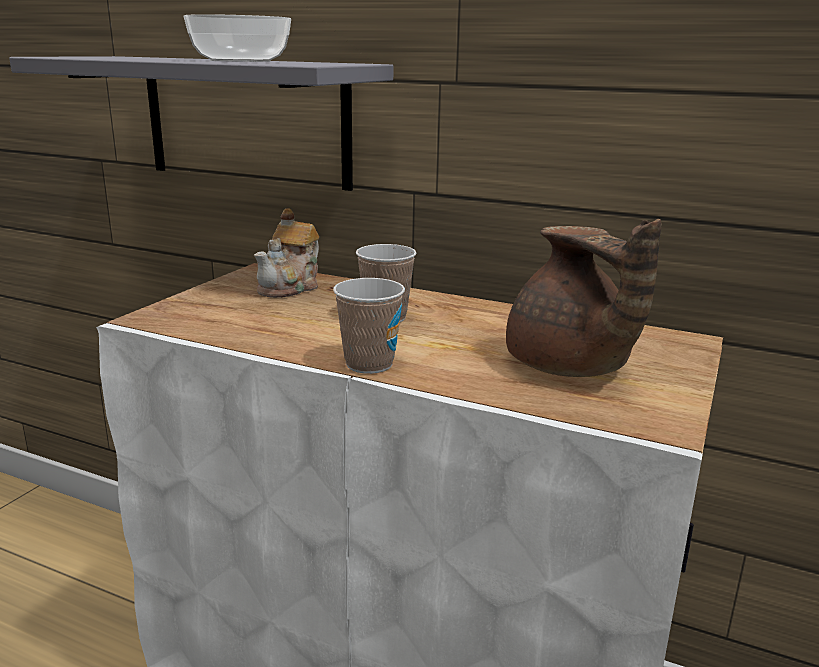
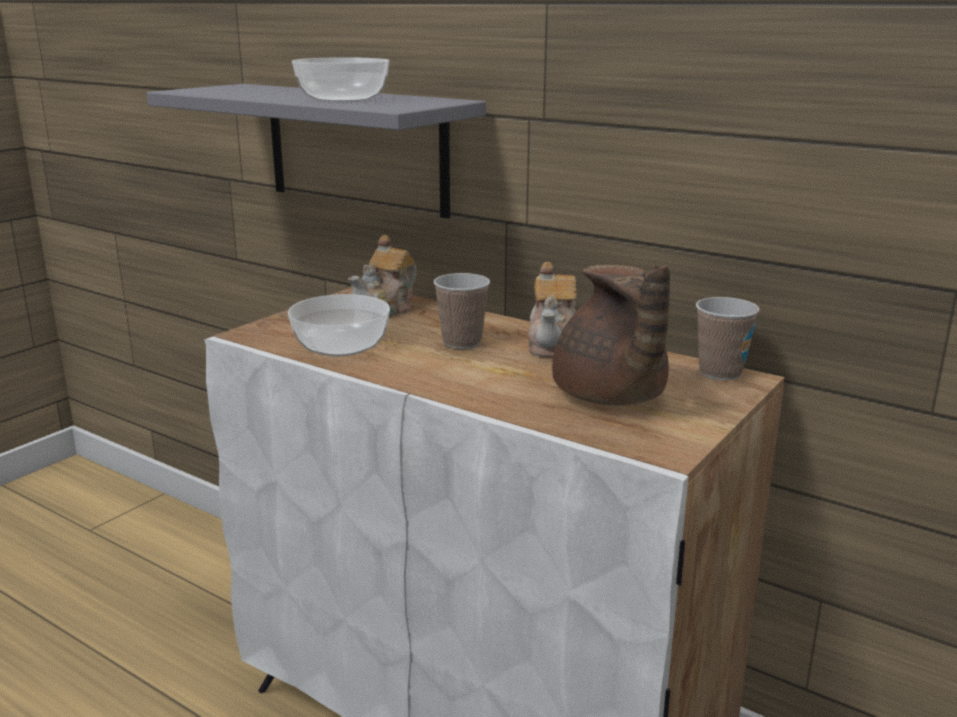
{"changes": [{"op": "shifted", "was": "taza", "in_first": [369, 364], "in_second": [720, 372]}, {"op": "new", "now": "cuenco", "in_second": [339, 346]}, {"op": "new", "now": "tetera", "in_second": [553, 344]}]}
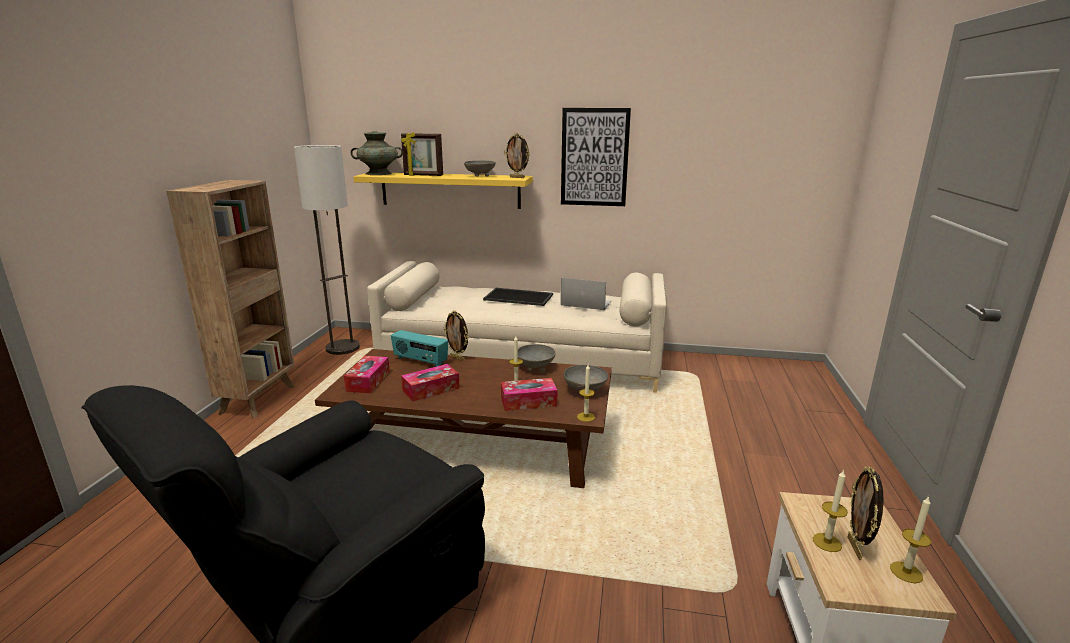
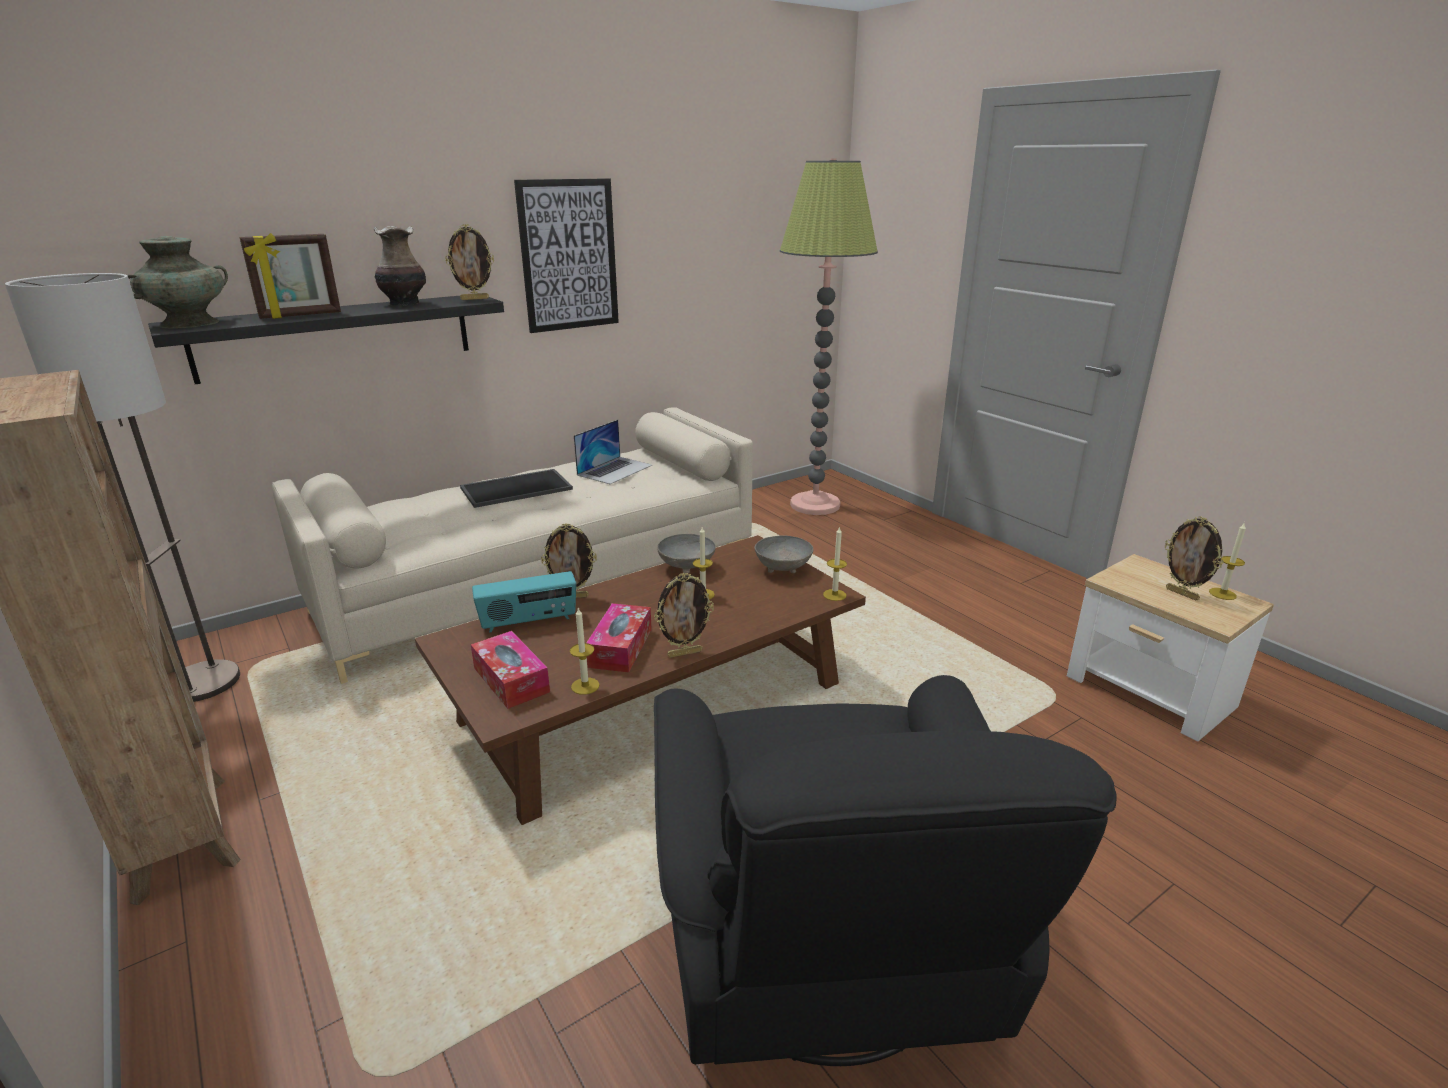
{"changes": [{"op": "repainted", "was": "estante/amarillo", "now": "estante/negro", "in_first": [450, 190], "in_second": [336, 336]}, {"op": "swapped", "was": "cuenco/gris", "now": "florero", "in_first": [479, 176], "in_second": [404, 304]}, {"op": "gone", "was": "caja de pañuelos", "in_first": [528, 402]}, {"op": "rotated", "was": "portátil", "in_first": [586, 303], "in_second": [615, 470], "clockwise": 150}, {"op": "shifted", "was": "vela", "in_first": [827, 542], "in_second": [585, 686]}, {"op": "new", "now": "portarretratos", "in_second": [684, 653]}, {"op": "new", "now": "lámpara de pie", "in_second": [815, 505]}]}
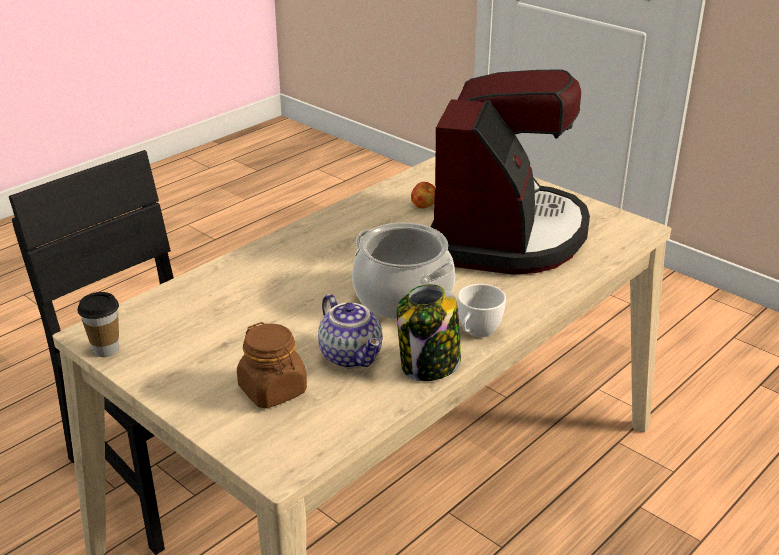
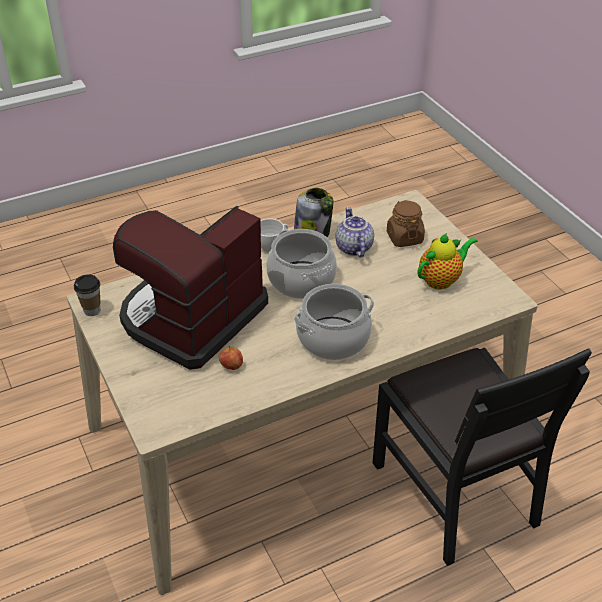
{"changes": [{"op": "shifted", "was": "taza", "in_first": [106, 350], "in_second": [92, 310]}, {"op": "new", "now": "olla", "in_second": [333, 338]}, {"op": "new", "now": "tetera", "in_second": [441, 280]}]}
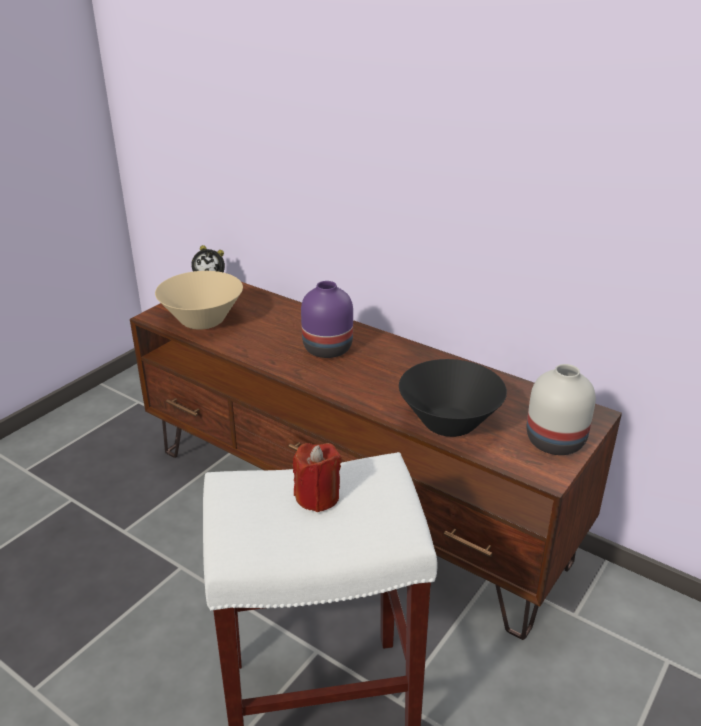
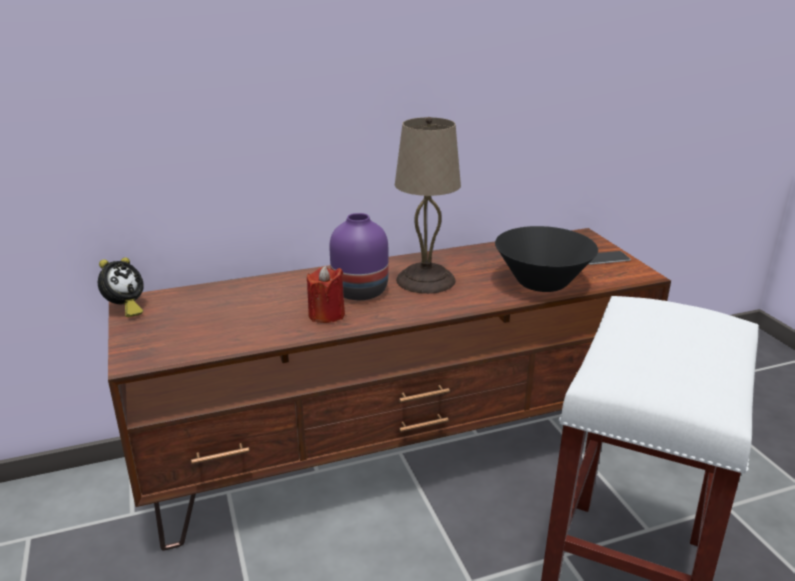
{"changes": [{"op": "gone", "was": "cuenco/beis", "in_first": [202, 321]}, {"op": "shifted", "was": "vela/rojo", "in_first": [317, 497], "in_second": [326, 315]}, {"op": "swapped", "was": "florero/blanco", "now": "móvil", "in_first": [555, 442], "in_second": [605, 258]}, {"op": "new", "now": "lámpara de mesa/beis", "in_second": [427, 280]}]}
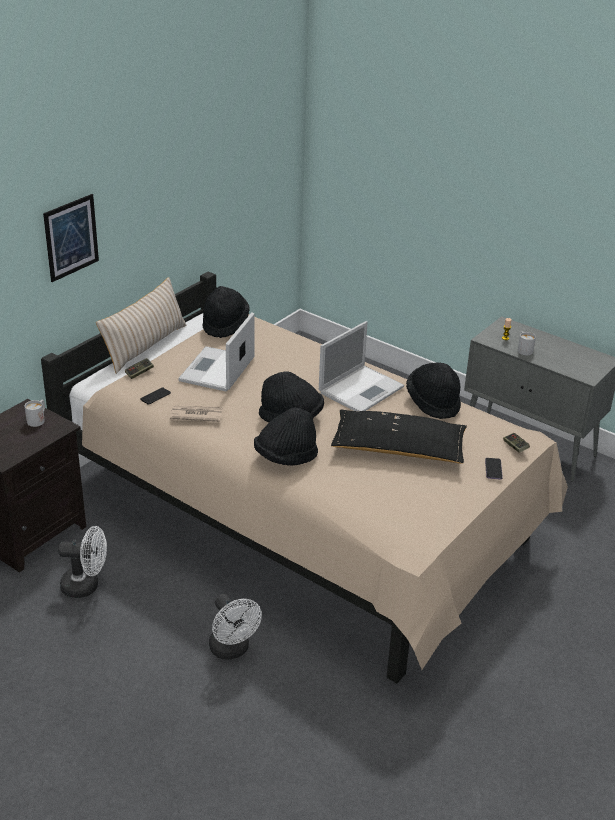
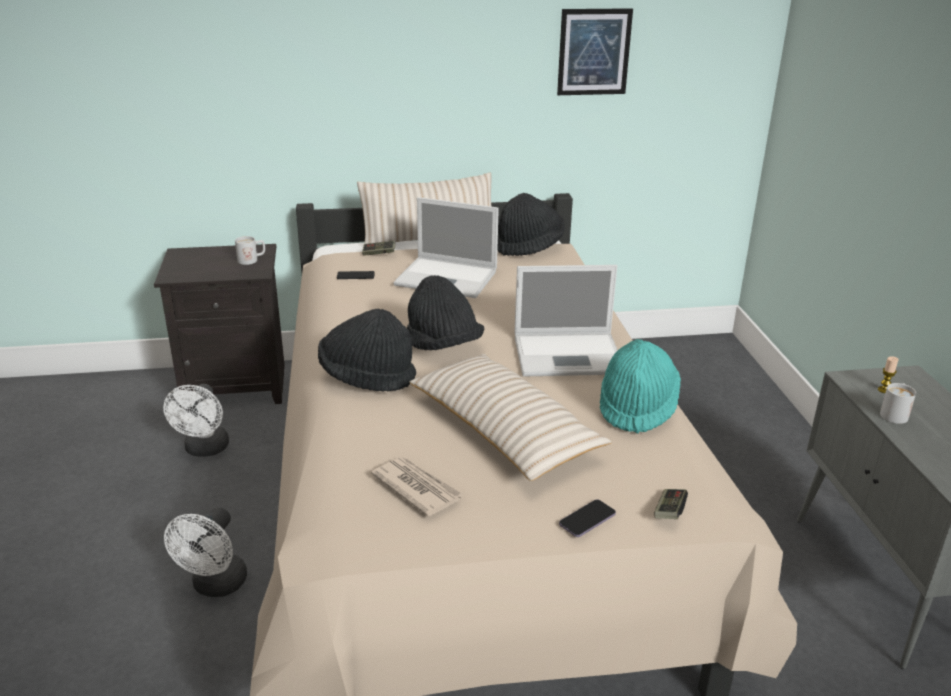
{"changes": [{"op": "shifted", "was": "cuadro", "in_first": [71, 237], "in_second": [594, 52]}, {"op": "rotated", "was": "ventilador/blanco", "in_first": [86, 586], "in_second": [205, 450], "clockwise": 45}, {"op": "shifted", "was": "periódico", "in_first": [196, 415], "in_second": [417, 488]}, {"op": "rotated", "was": "portátil", "in_first": [217, 371], "in_second": [448, 278], "clockwise": -135}, {"op": "repainted", "was": "cojín/negro", "now": "cojín/beis", "in_first": [398, 448], "in_second": [504, 431]}, {"op": "repainted", "was": "sombrero/negro", "now": "sombrero/turquesa", "in_first": [433, 402], "in_second": [637, 406]}]}
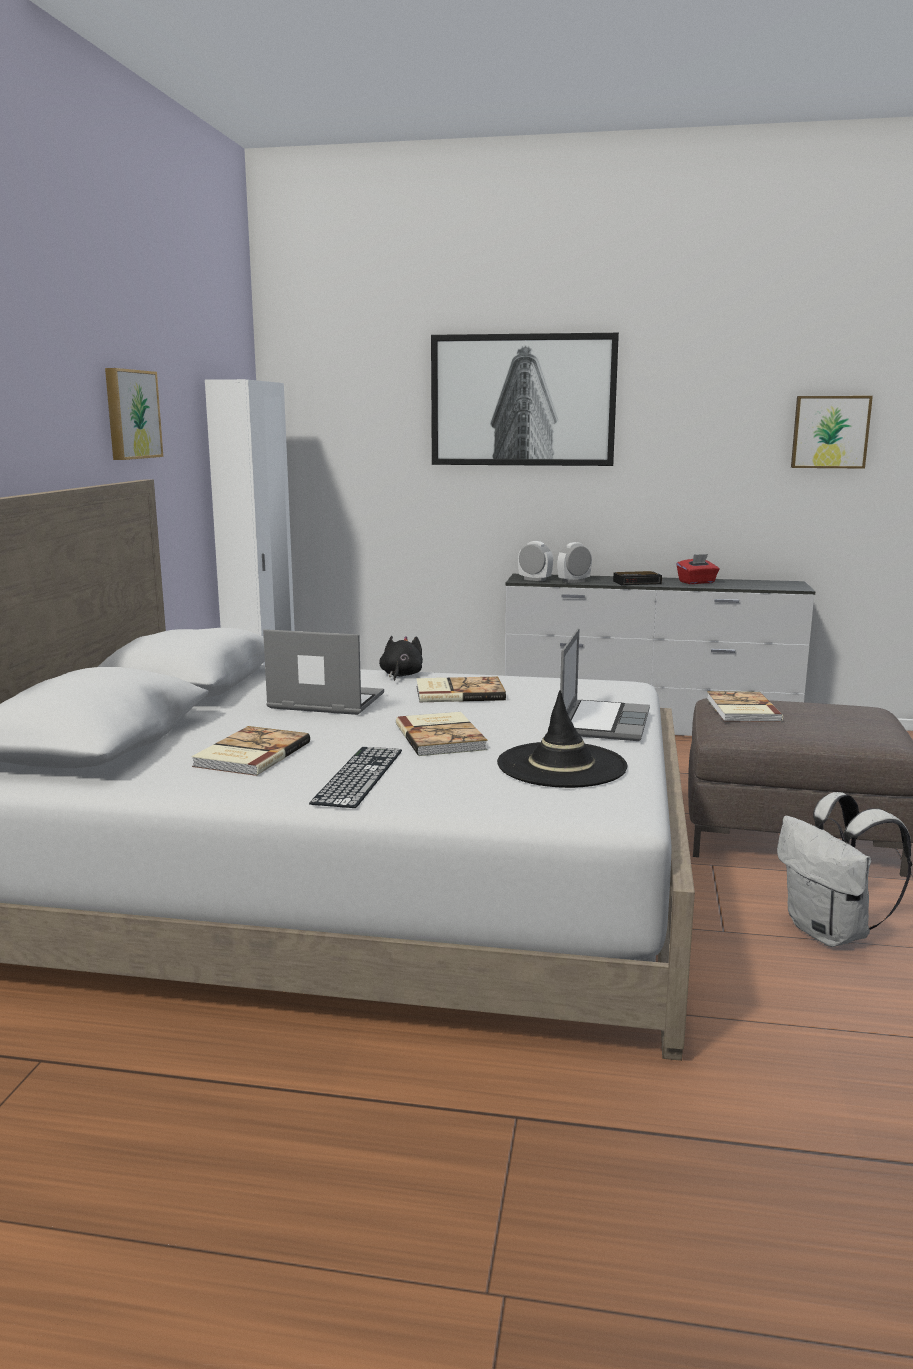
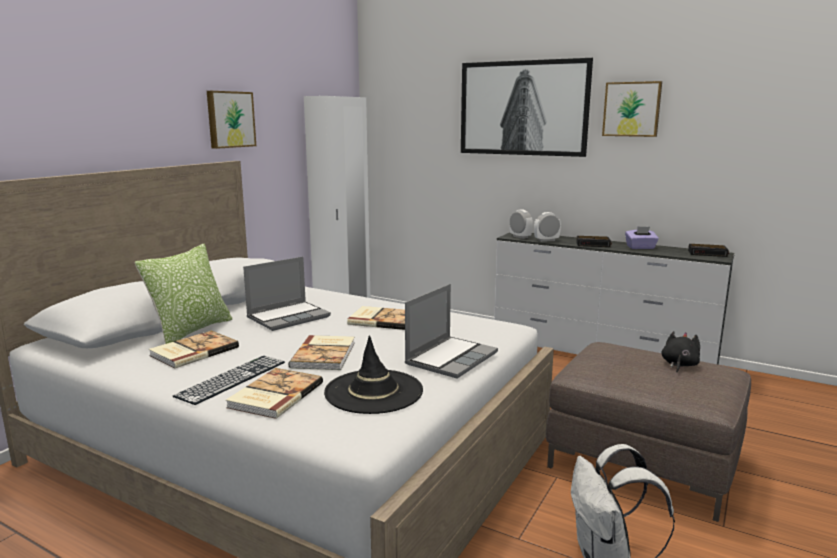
{"changes": [{"op": "rotated", "was": "portátil", "in_first": [324, 702], "in_second": [289, 317], "clockwise": 105}, {"op": "shifted", "was": "peluche/negro", "in_first": [400, 675], "in_second": [679, 365]}, {"op": "repainted", "was": "caja de pañuelos/rojo", "now": "caja de pañuelos/morado", "in_first": [697, 582], "in_second": [640, 247]}, {"op": "shifted", "was": "libro", "in_first": [741, 710], "in_second": [274, 395]}, {"op": "shifted", "was": "cuadro", "in_first": [830, 432], "in_second": [632, 109]}, {"op": "new", "now": "cojín", "in_second": [191, 331]}, {"op": "new", "now": "despertador", "in_second": [708, 253]}]}
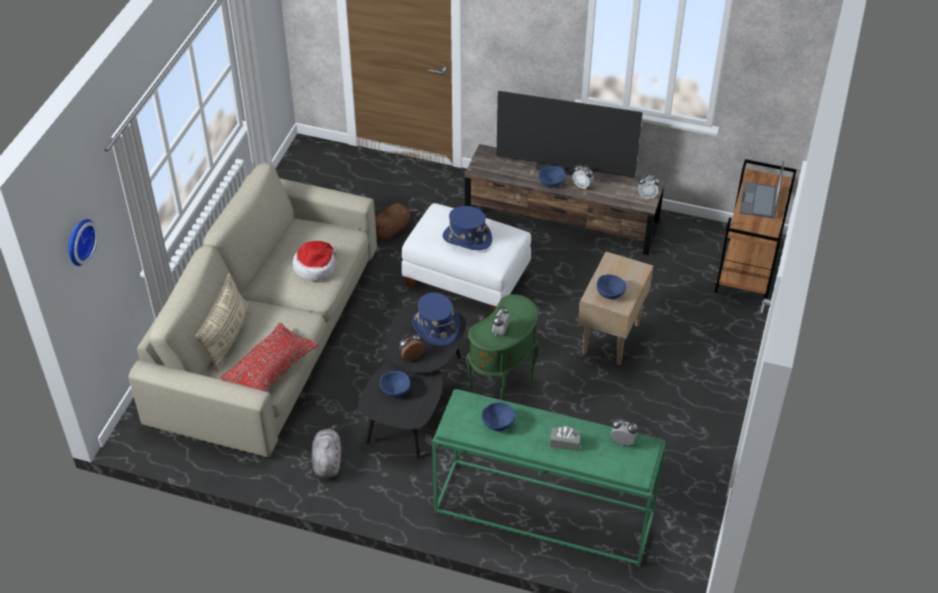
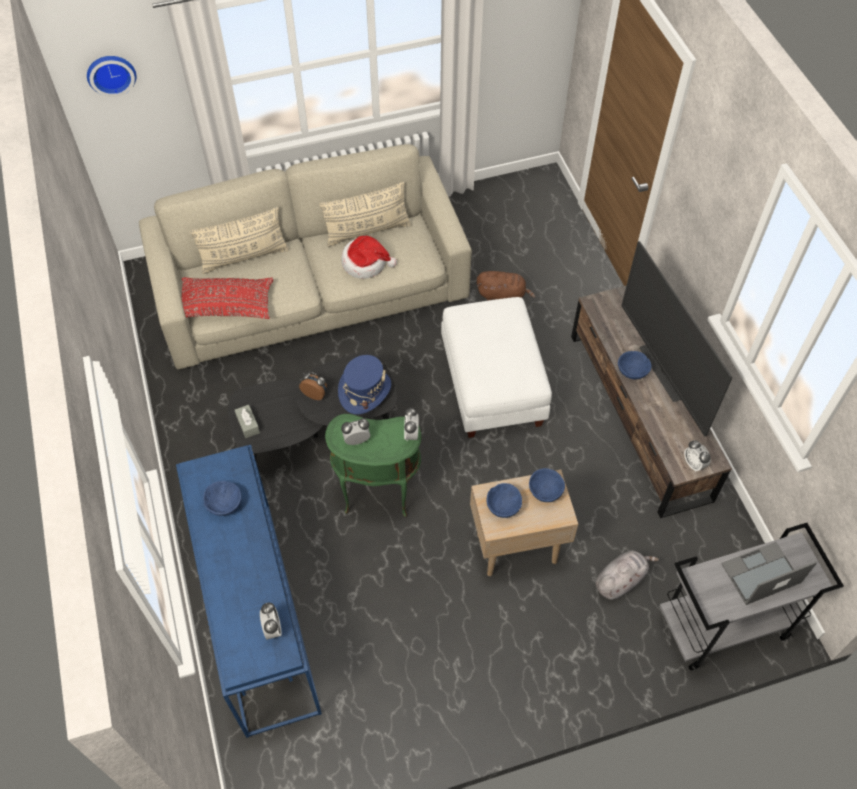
{"changes": [{"op": "shifted", "was": "peluche/gris", "in_first": [327, 461], "in_second": [621, 580]}, {"op": "shifted", "was": "cuenco/azul", "in_first": [396, 390], "in_second": [546, 492]}, {"op": "repainted", "was": "mesa consola/verde", "now": "mesa consola/azul", "in_first": [542, 513], "in_second": [256, 613]}, {"op": "gone", "was": "sombrero/azul", "in_first": [467, 238]}, {"op": "shifted", "was": "caja de pañuelos/gris", "in_first": [565, 443], "in_second": [248, 424]}, {"op": "shifted", "was": "despertador", "in_first": [582, 185], "in_second": [411, 434]}, {"op": "repainted", "was": "carrito/marrón", "now": "carrito/gris", "in_first": [747, 271], "in_second": [723, 626]}, {"op": "new", "now": "cojín/beis", "in_second": [367, 231]}]}
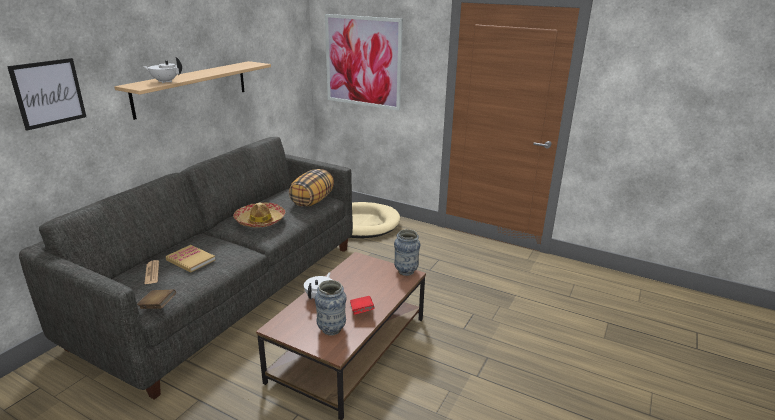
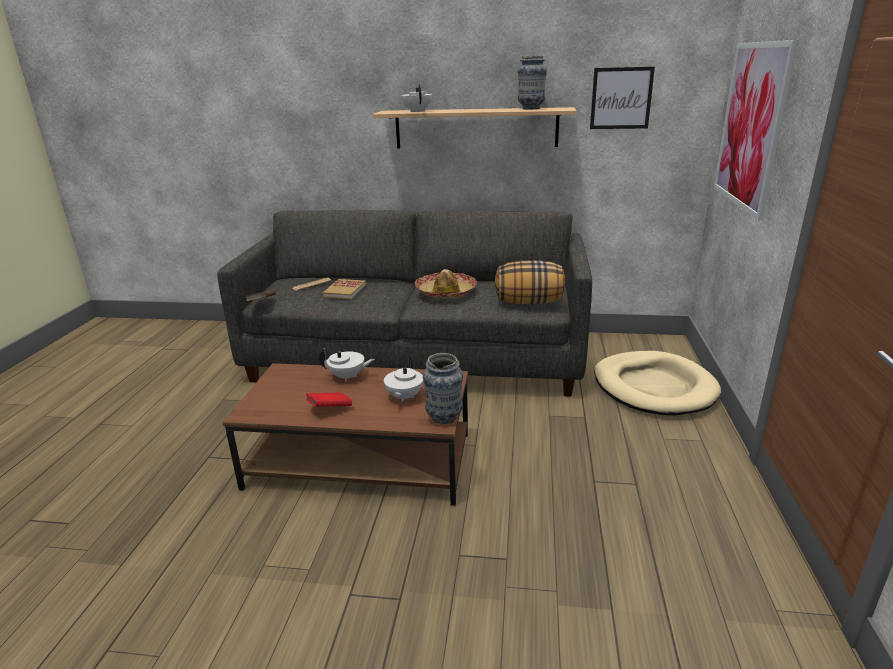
{"changes": [{"op": "shifted", "was": "cuadro", "in_first": [49, 93], "in_second": [621, 98]}, {"op": "shifted", "was": "florero", "in_first": [331, 329], "in_second": [531, 108]}, {"op": "new", "now": "tetera/blanco", "in_second": [404, 397]}]}
